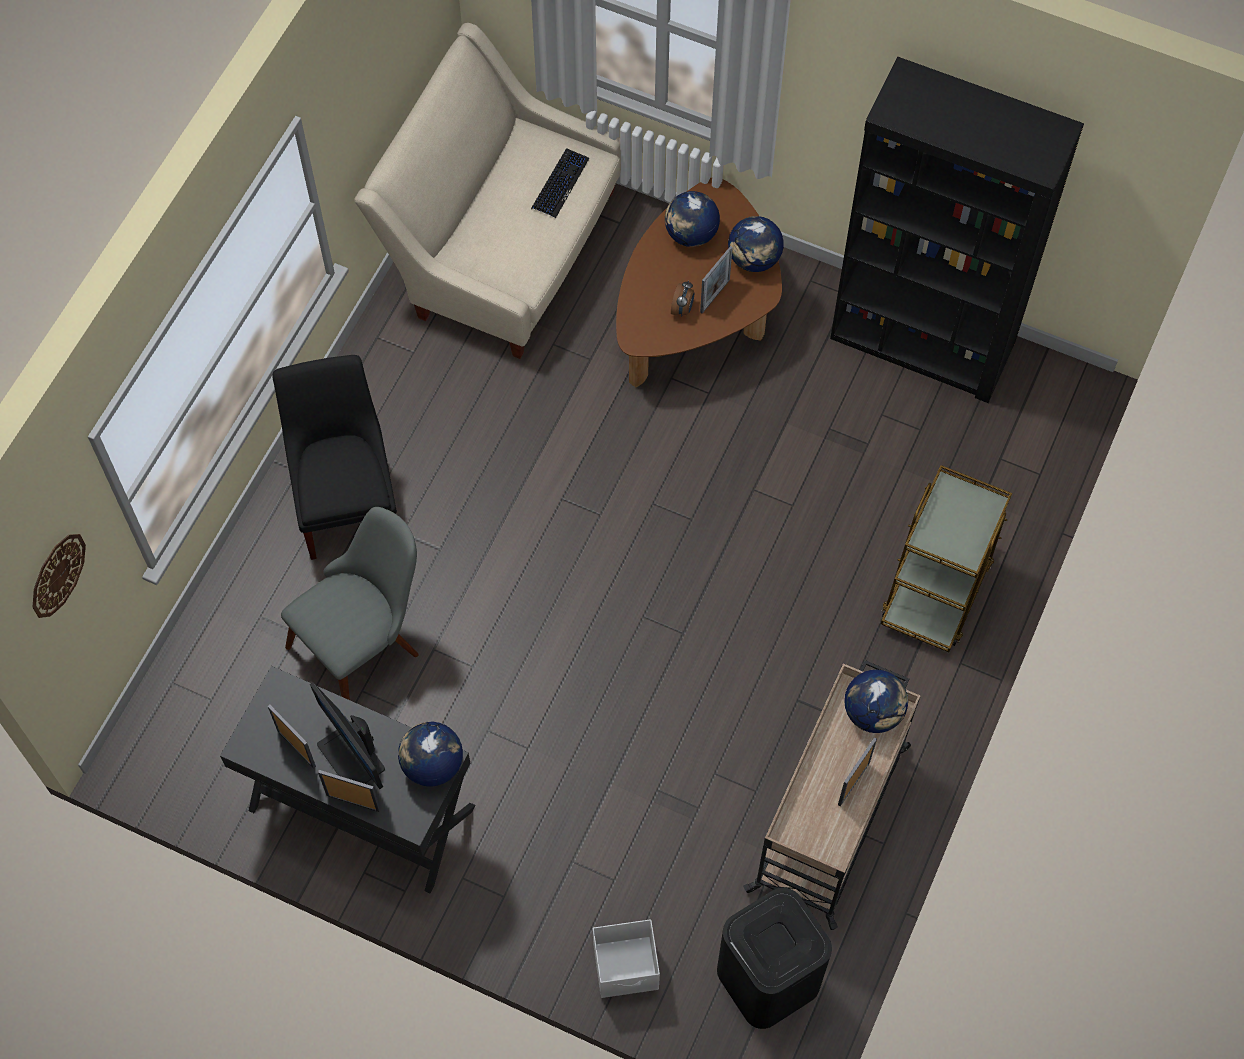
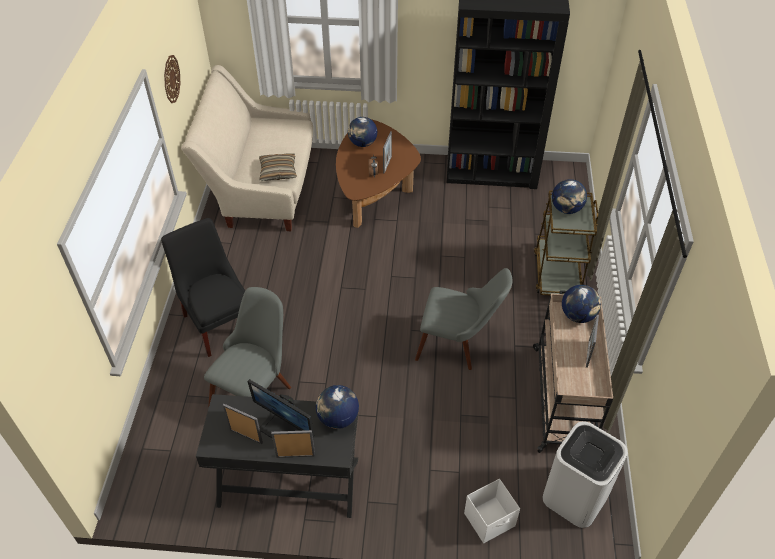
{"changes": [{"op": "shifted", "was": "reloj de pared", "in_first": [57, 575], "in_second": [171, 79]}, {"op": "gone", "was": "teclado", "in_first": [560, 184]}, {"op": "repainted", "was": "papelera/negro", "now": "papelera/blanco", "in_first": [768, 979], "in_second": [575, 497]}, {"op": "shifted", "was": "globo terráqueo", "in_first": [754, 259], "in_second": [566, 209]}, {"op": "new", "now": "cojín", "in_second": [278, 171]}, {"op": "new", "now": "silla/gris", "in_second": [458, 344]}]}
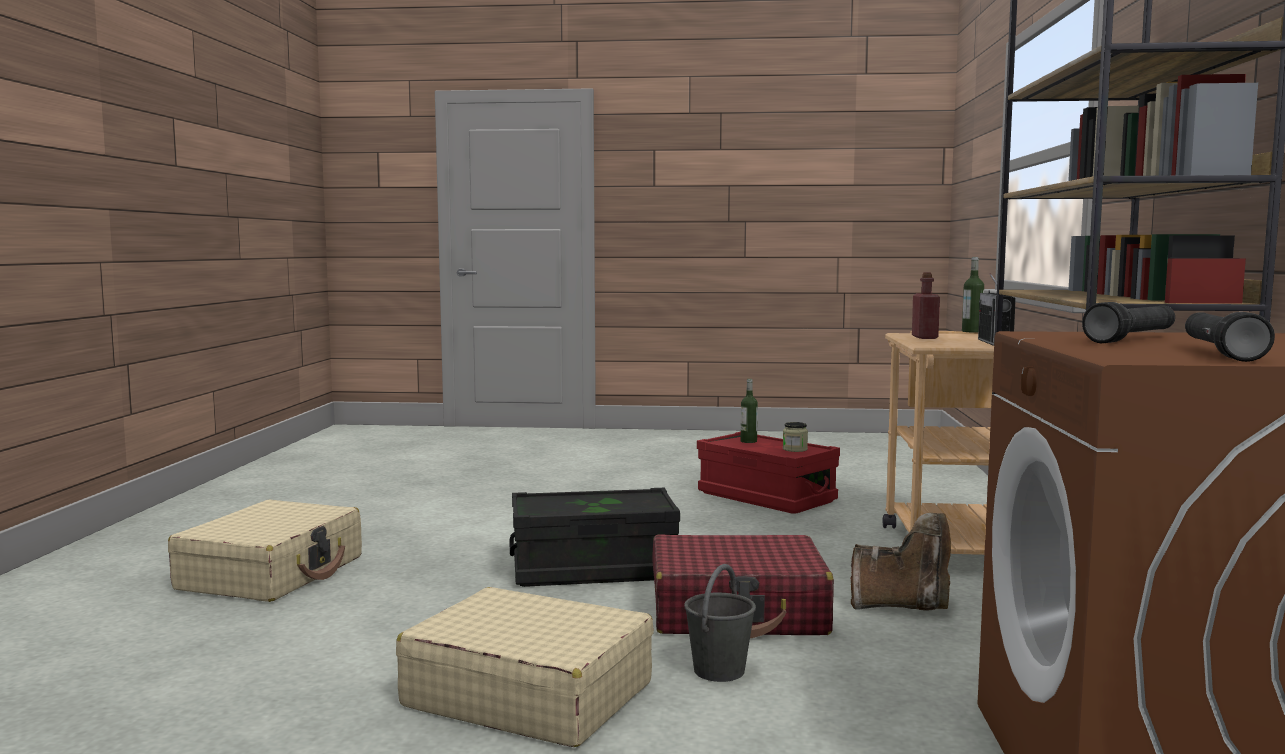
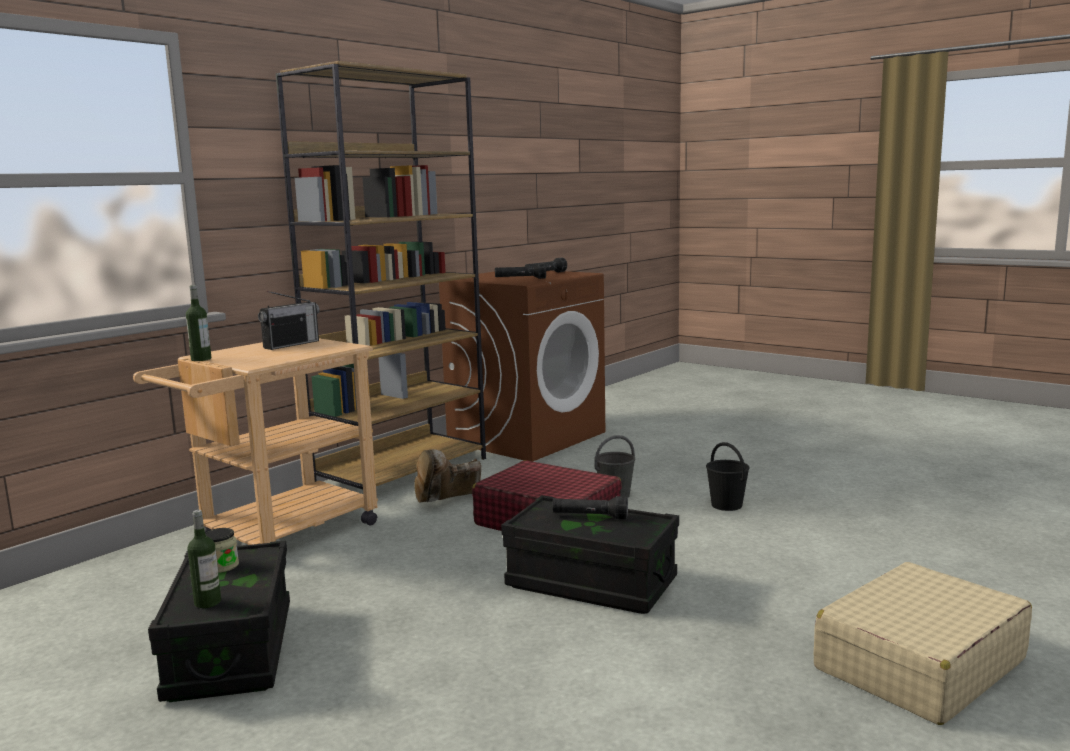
{"changes": [{"op": "swapped", "was": "maleta/beis", "now": "cubo/negro", "in_first": [528, 694], "in_second": [727, 505]}, {"op": "repainted", "was": "caja de almacenaje/rojo", "now": "caja de almacenaje/negro", "in_first": [766, 497], "in_second": [231, 650]}, {"op": "rotated", "was": "bota/marrón", "in_first": [903, 606], "in_second": [447, 503], "clockwise": -75}, {"op": "gone", "was": "botella/rojo", "in_first": [924, 337]}, {"op": "new", "now": "linterna/negro", "in_second": [590, 517]}]}
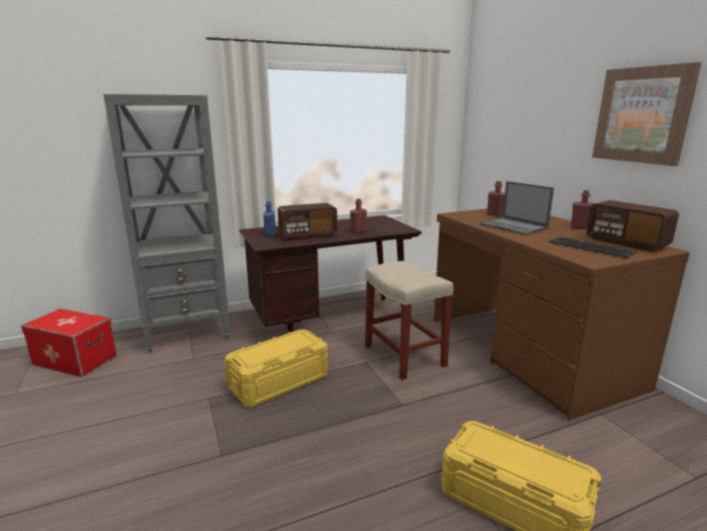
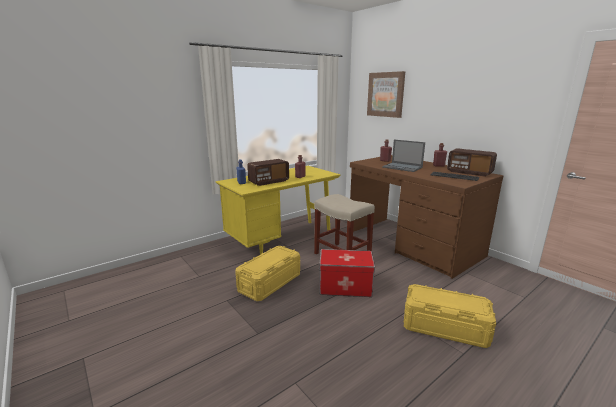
{"changes": [{"op": "shifted", "was": "caja de almacenaje", "in_first": [74, 360], "in_second": [345, 287]}, {"op": "gone", "was": "estantería/gris", "in_first": [188, 333]}, {"op": "repainted", "was": "escritorio/marrón", "now": "escritorio/amarillo", "in_first": [331, 319], "in_second": [282, 238]}, {"op": "shifted", "was": "cuadro", "in_first": [642, 115], "in_second": [385, 94]}]}
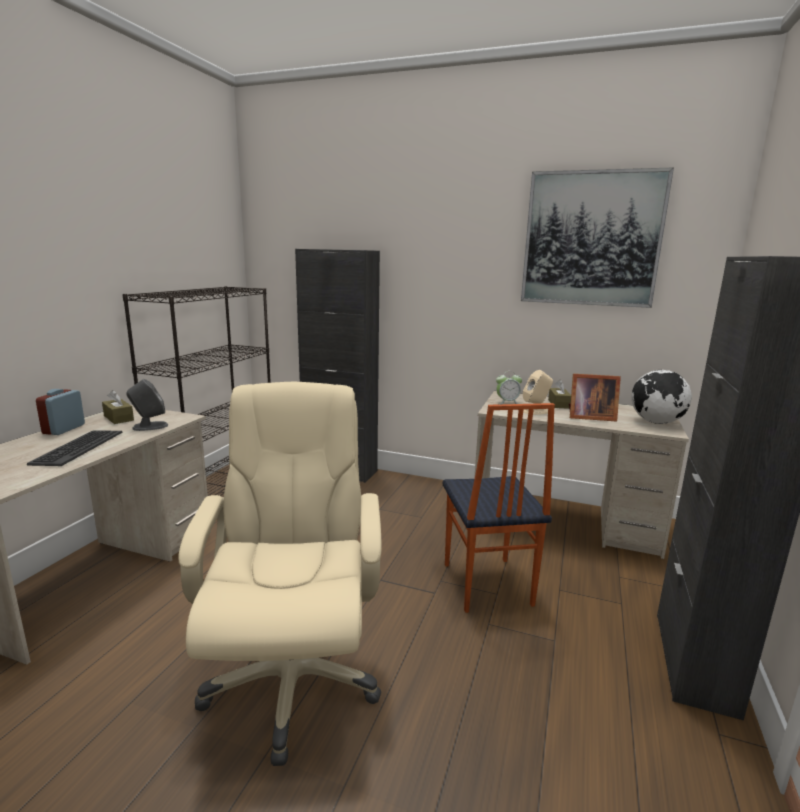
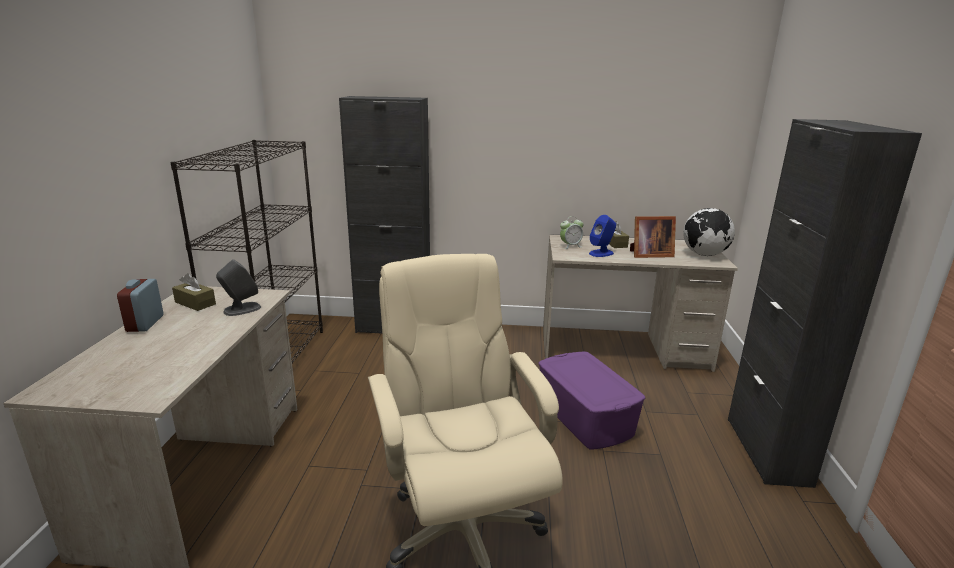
{"changes": [{"op": "gone", "was": "teclado", "in_first": [78, 448]}, {"op": "swapped", "was": "silla", "now": "caja de almacenaje/morado", "in_first": [485, 585], "in_second": [584, 417]}, {"op": "gone", "was": "cuadro", "in_first": [591, 239]}, {"op": "repainted", "was": "altavoz/beis", "now": "altavoz/azul", "in_first": [536, 411], "in_second": [601, 253]}]}
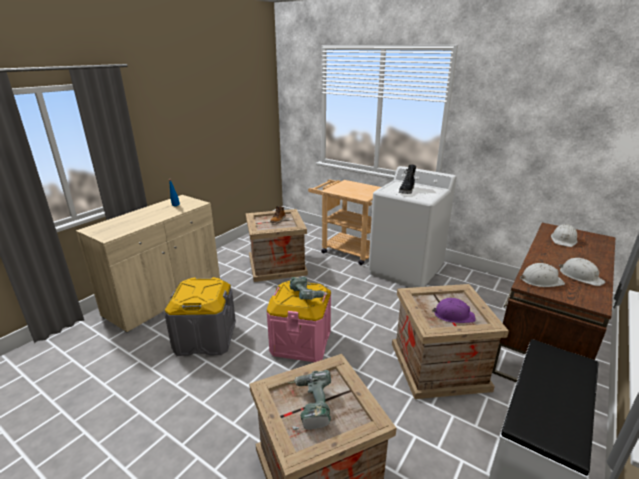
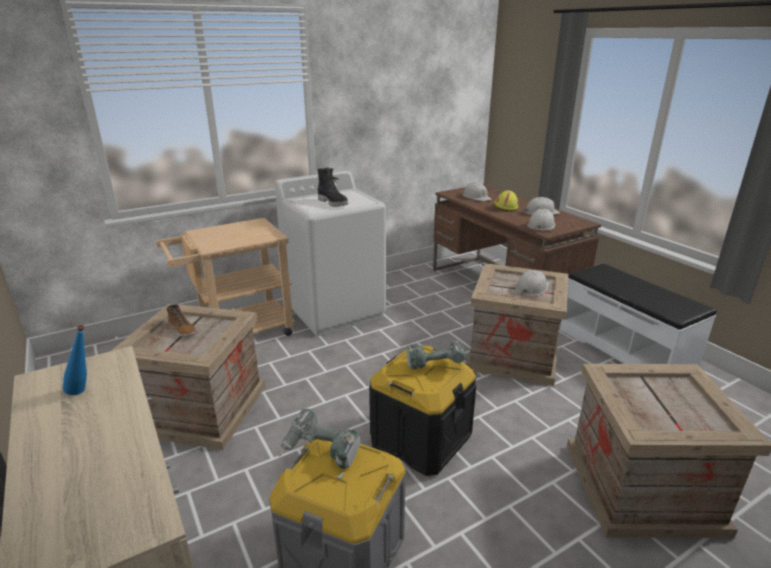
{"changes": [{"op": "repainted", "was": "caja de almacenaje/rosa", "now": "caja de almacenaje/negro", "in_first": [301, 342], "in_second": [420, 439]}, {"op": "shifted", "was": "taladro", "in_first": [310, 407], "in_second": [320, 455]}, {"op": "repainted", "was": "casco/morado", "now": "casco/blanco", "in_first": [453, 315], "in_second": [532, 288]}, {"op": "new", "now": "casco/amarillo", "in_second": [505, 207]}]}
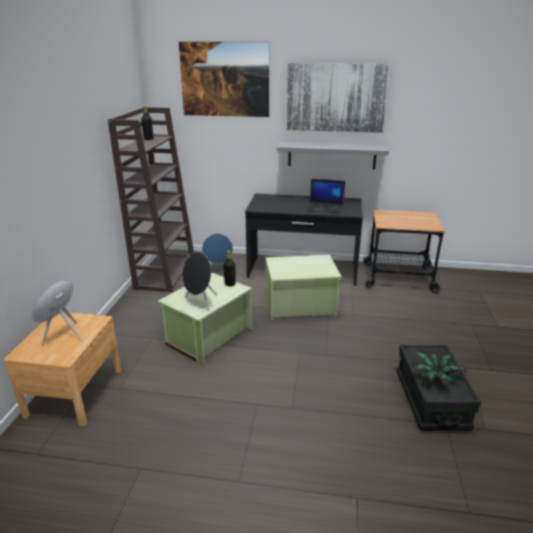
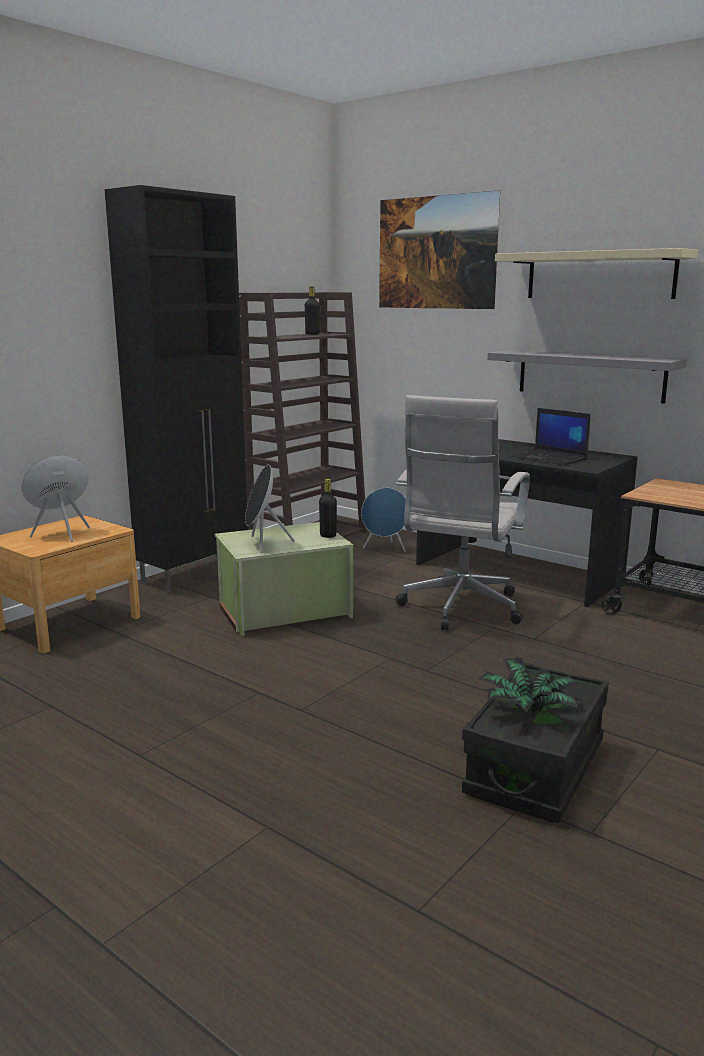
{"changes": [{"op": "swapped", "was": "caja de almacenaje/verde", "now": "silla de oficina/blanco", "in_first": [300, 305], "in_second": [459, 609]}, {"op": "swapped", "was": "cuadro", "now": "estante/beis", "in_first": [336, 98], "in_second": [599, 275]}, {"op": "new", "now": "armario/negro", "in_second": [196, 574]}]}
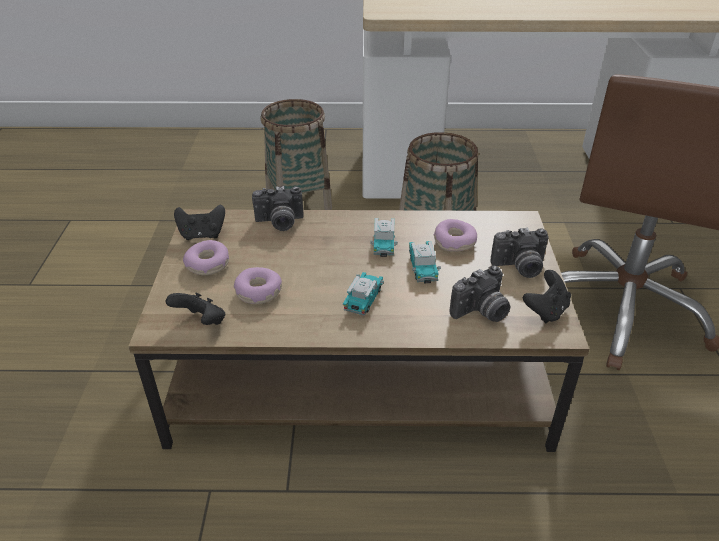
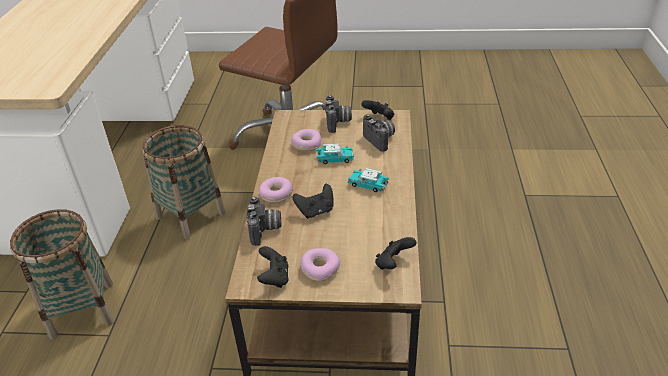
{"changes": [{"op": "shifted", "was": "rosquilla", "in_first": [258, 292], "in_second": [276, 194]}, {"op": "gone", "was": "coche de juguete", "in_first": [383, 243]}, {"op": "new", "now": "mando de consola/negro", "in_second": [316, 211]}]}
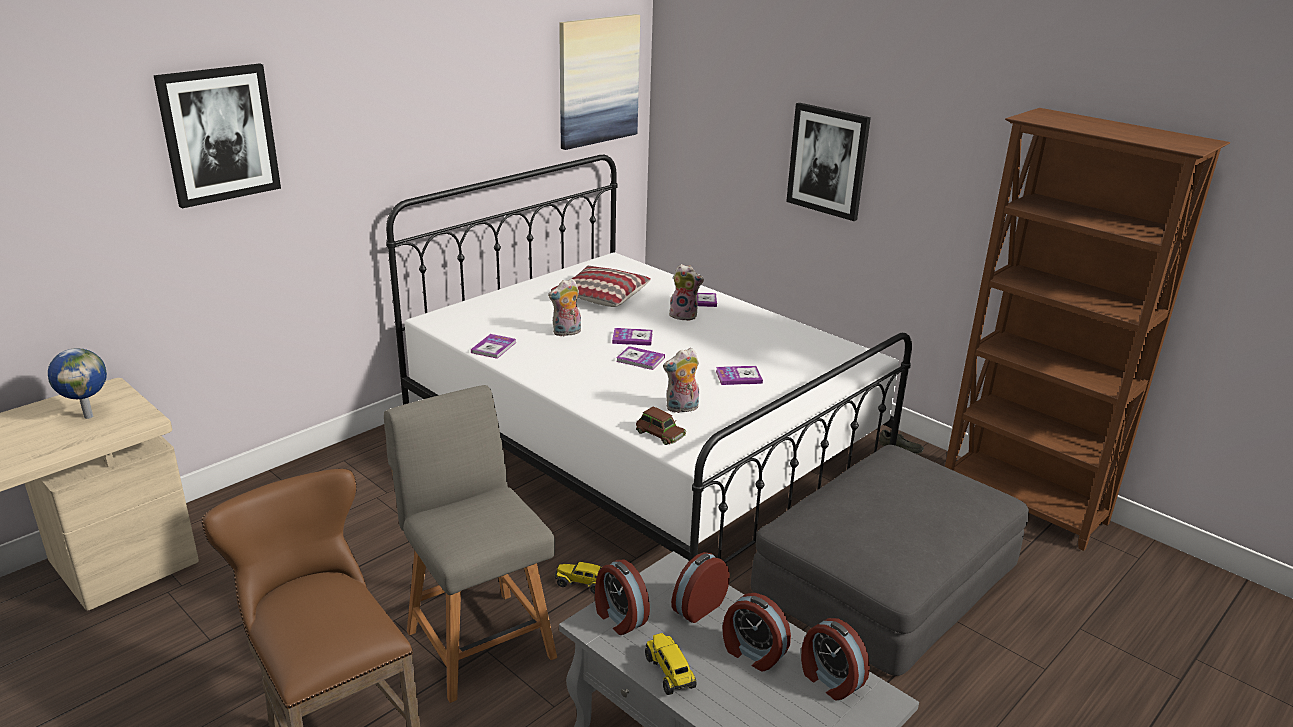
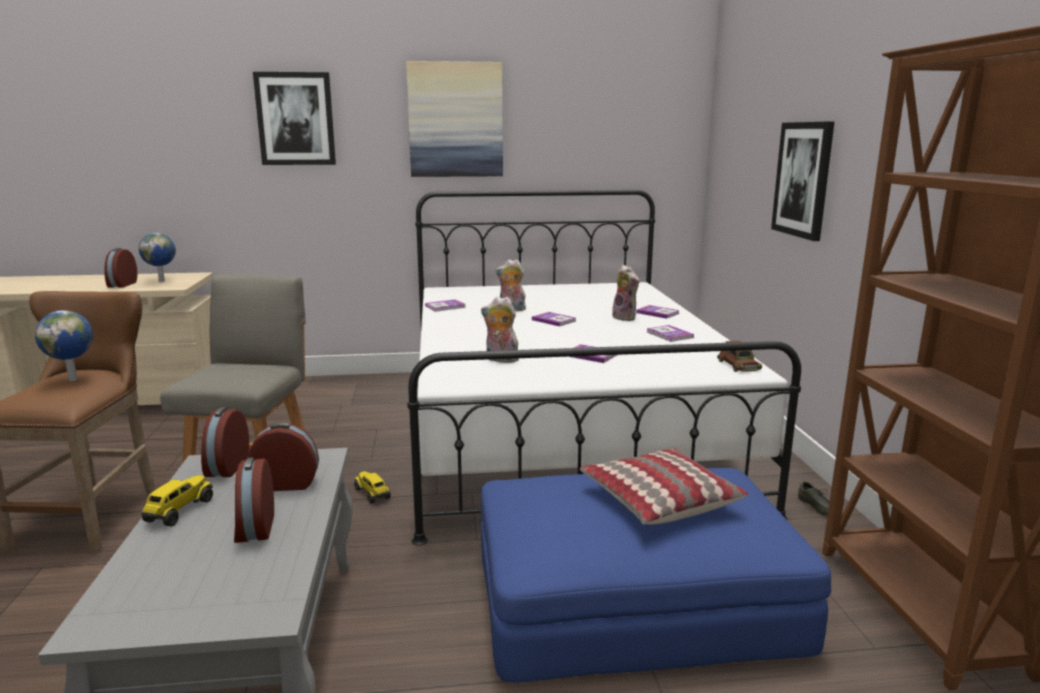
{"changes": [{"op": "shifted", "was": "cojín", "in_first": [601, 296], "in_second": [658, 499]}, {"op": "shifted", "was": "cuadro", "in_first": [598, 81], "in_second": [455, 120]}, {"op": "shifted", "was": "libro", "in_first": [640, 359], "in_second": [669, 335]}, {"op": "shifted", "was": "coche de juguete/marrón", "in_first": [659, 433], "in_second": [738, 365]}, {"op": "repainted", "was": "puf/gris", "now": "puf/azul", "in_first": [886, 575], "in_second": [634, 597]}, {"op": "shifted", "was": "despertador", "in_first": [829, 680], "in_second": [121, 285]}, {"op": "new", "now": "globo terráqueo", "in_second": [74, 379]}]}
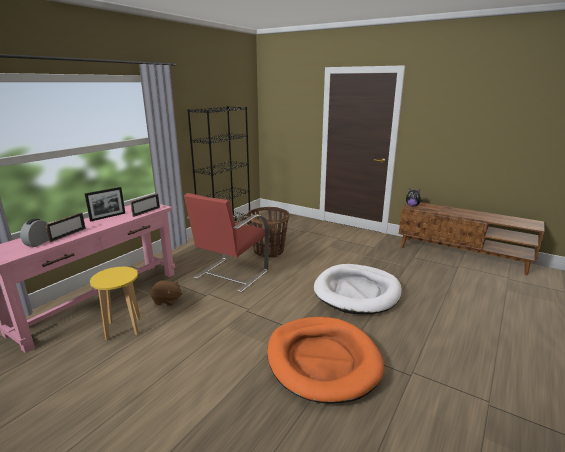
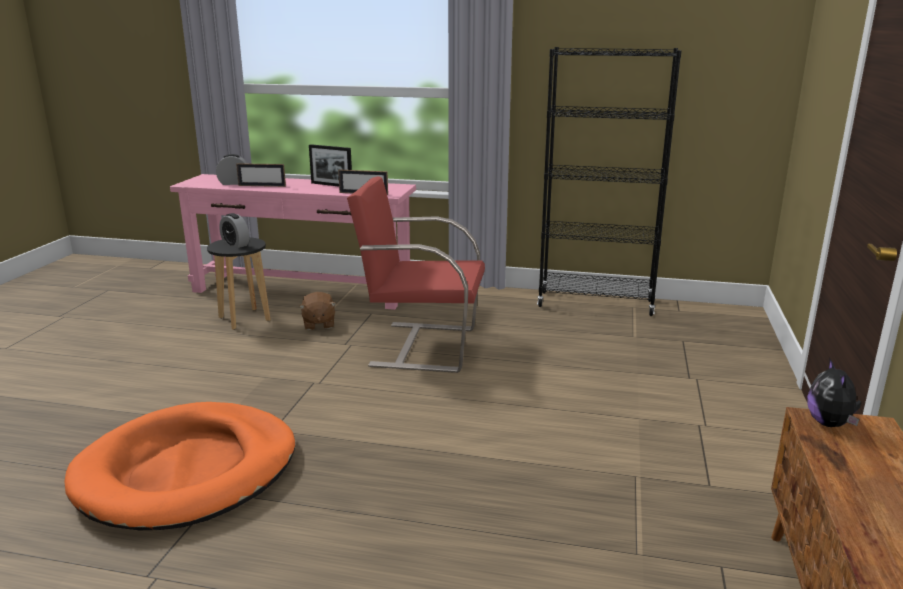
{"changes": [{"op": "repainted", "was": "taburete/amarillo", "now": "taburete/negro", "in_first": [123, 328], "in_second": [244, 319]}, {"op": "gone", "was": "cesta", "in_first": [269, 251]}, {"op": "gone", "was": "cama para perro/blanco", "in_first": [357, 292]}, {"op": "new", "now": "despertador", "in_second": [235, 245]}]}
